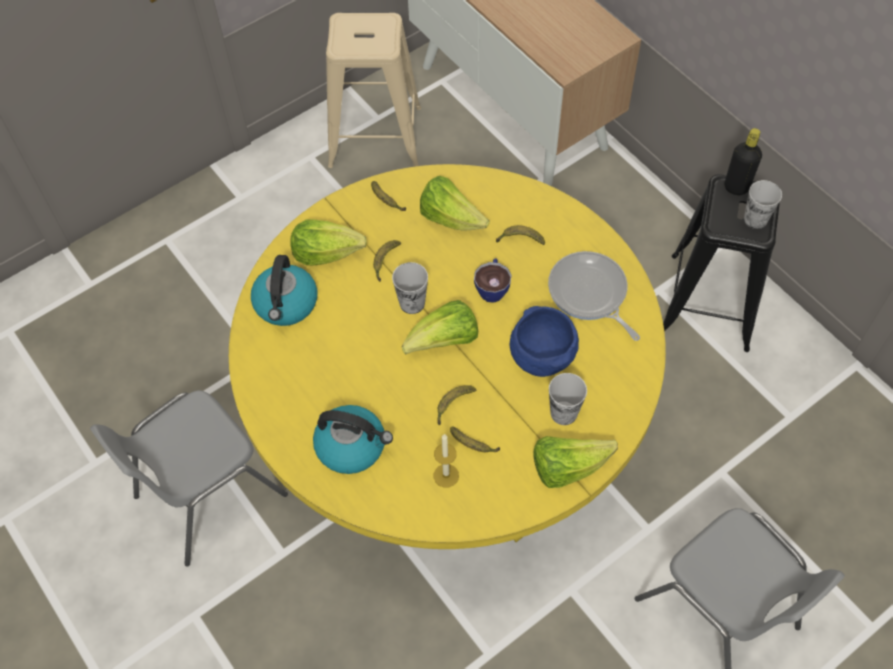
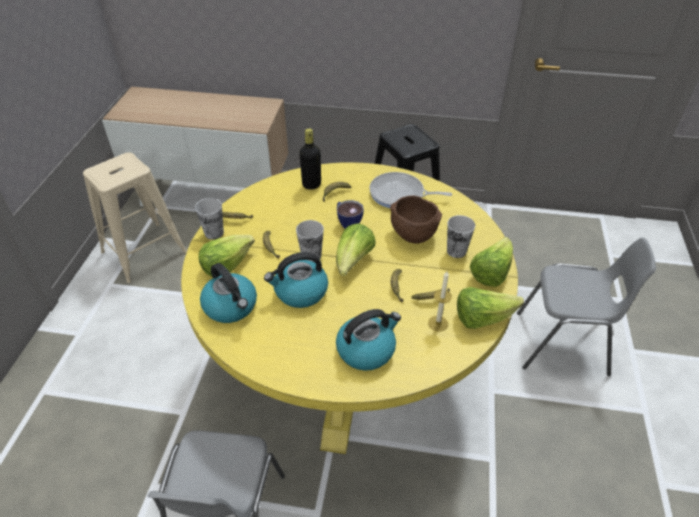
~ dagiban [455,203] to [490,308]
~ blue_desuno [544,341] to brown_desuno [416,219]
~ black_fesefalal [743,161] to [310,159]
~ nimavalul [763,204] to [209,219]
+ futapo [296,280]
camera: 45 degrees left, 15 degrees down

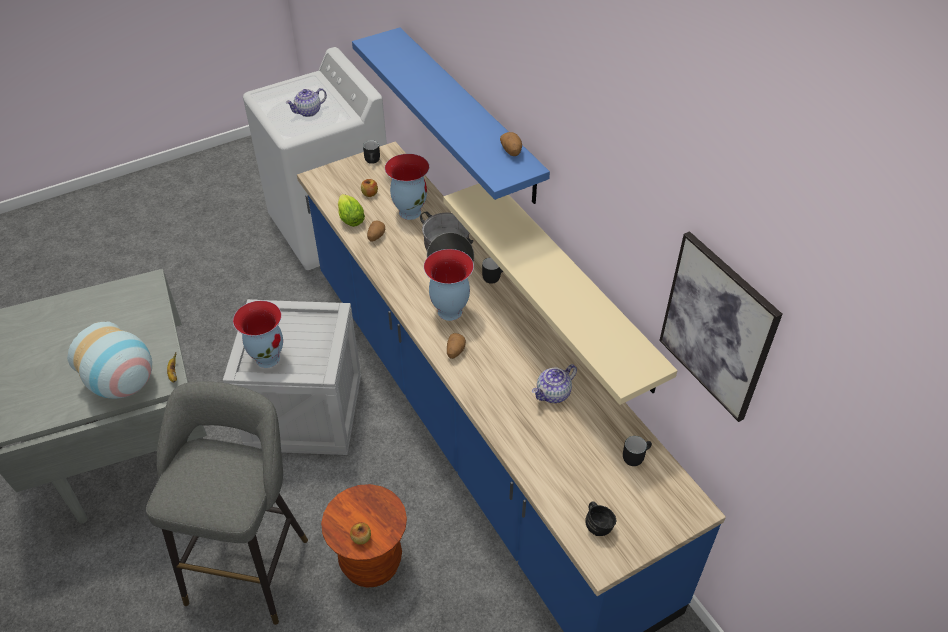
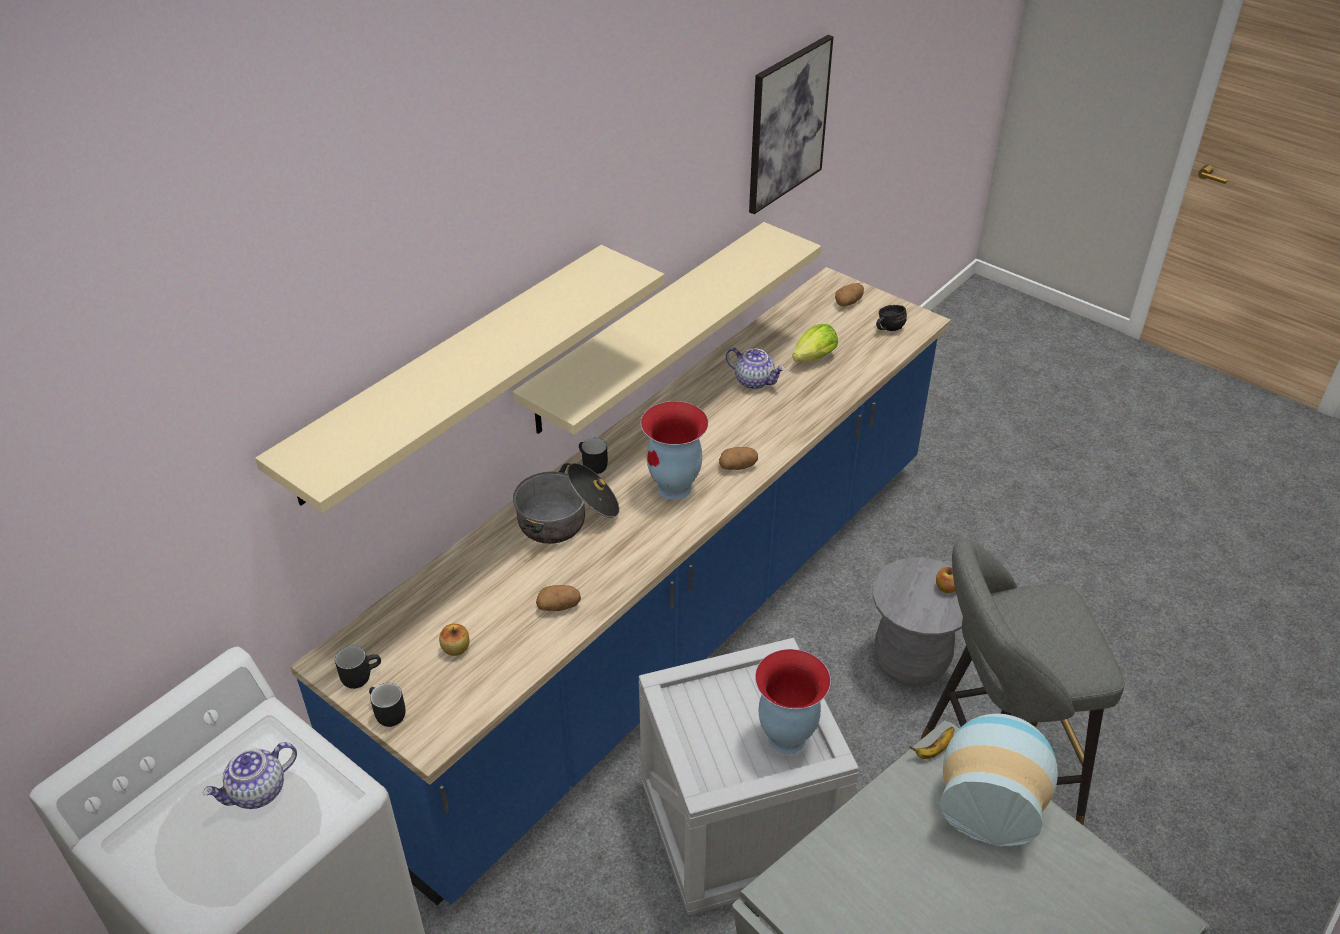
~ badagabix [306,102] = [249,775] 105 degrees clockwise
~ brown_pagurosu [364,536] to grey_pagurosu [917,622]
~ dagiban [351,210] to [815,343]
~ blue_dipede [451,115] to beige_dipede [459,379]
- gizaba [407,187]
~ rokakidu [511,144] to [849,295]
~ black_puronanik [637,451] to [387,705]
camera: 110 degrees left, 5 degrees down

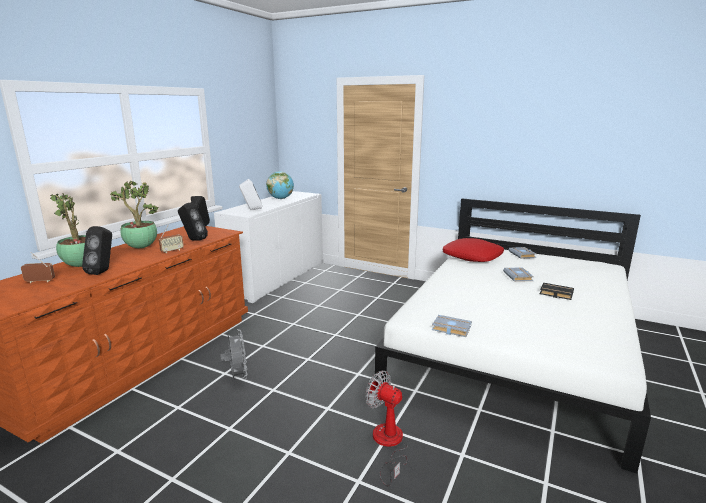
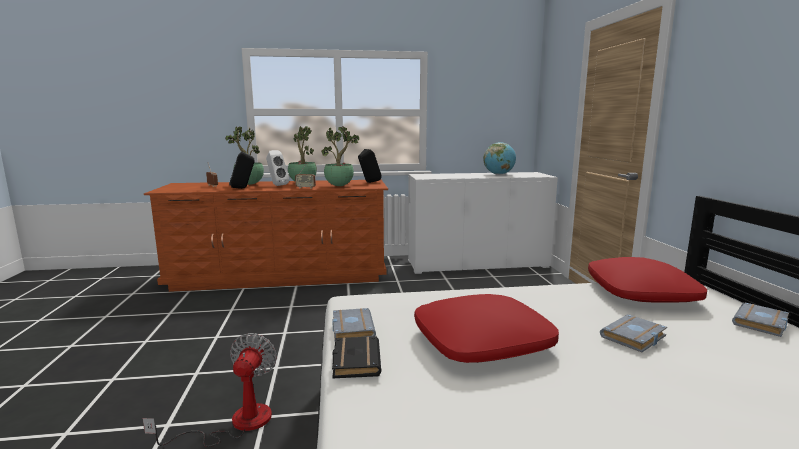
~ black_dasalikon [193,221] to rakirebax [340,156]
- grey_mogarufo [234,354]
~ white_dasalikon [251,194] to [277,168]
~ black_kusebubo [557,291] to [356,357]
+ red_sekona [486,328]
camera: 55 degrees right, 5 degrees down

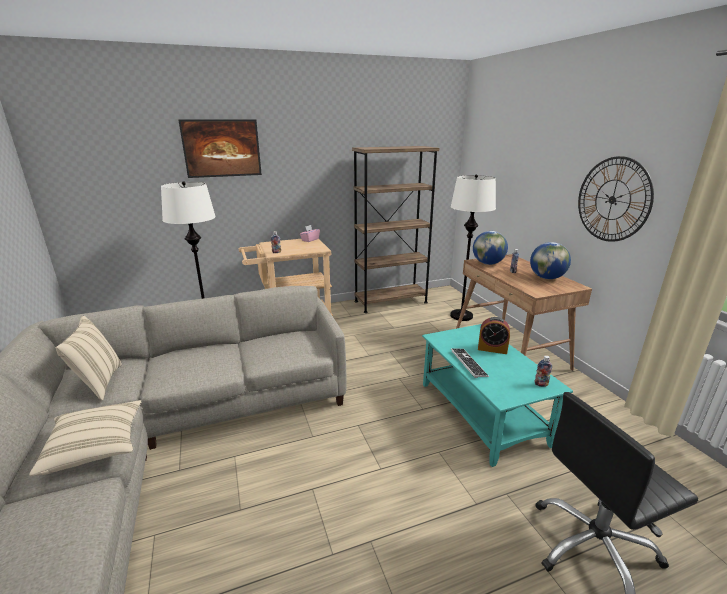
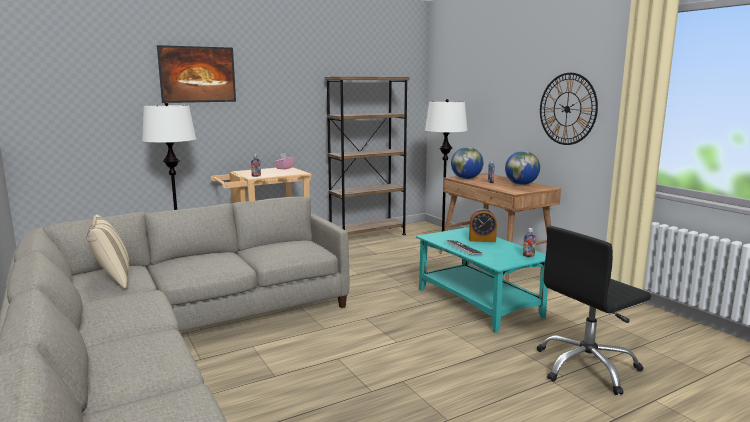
- beige_sekona [85,438]
camera: 10 degrees left, 10 degrees down

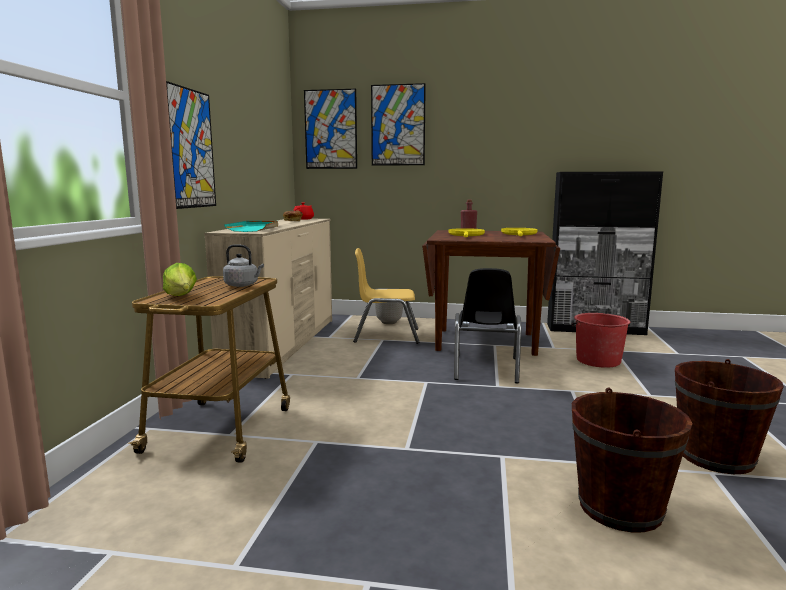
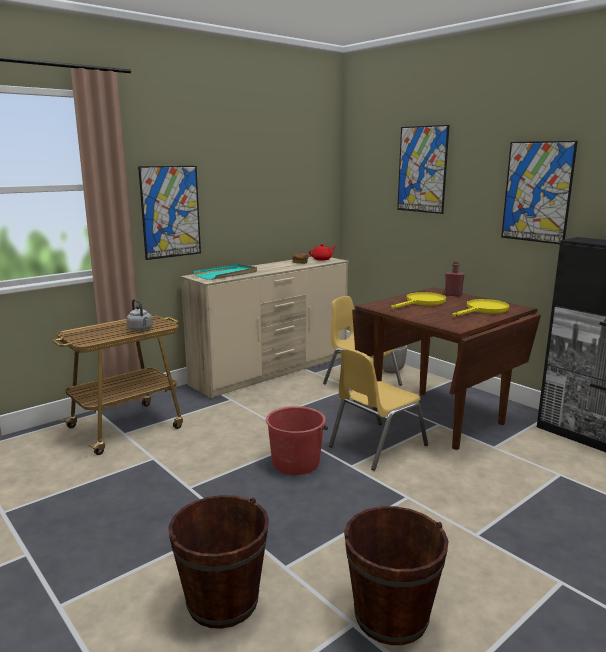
- dagiban [180,279]
~ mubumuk [330,129] to [539,192]
~ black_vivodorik [487,325] to yellow_vivodorik [378,409]
~ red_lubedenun [601,340] to [297,440]
camera: 40 degrees right, 5 degrees up

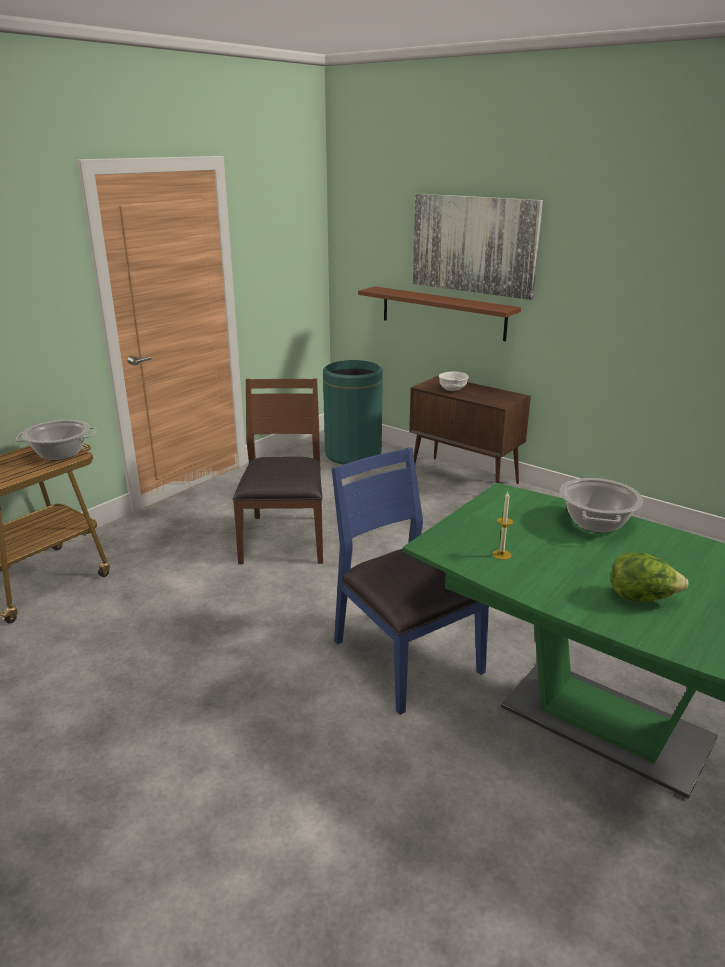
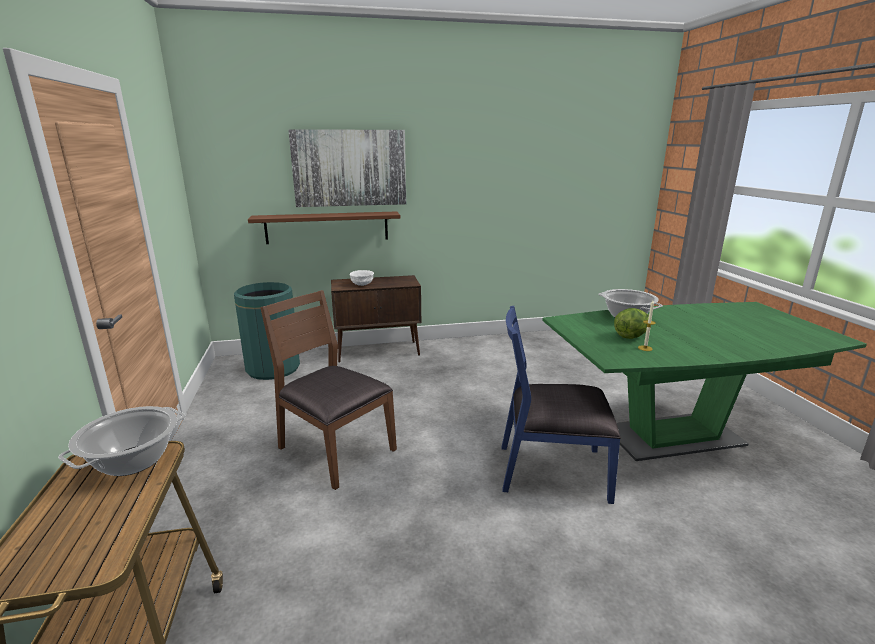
~ dagiban [650,577] to [631,323]
camera: 50 degrees left, 5 degrees down

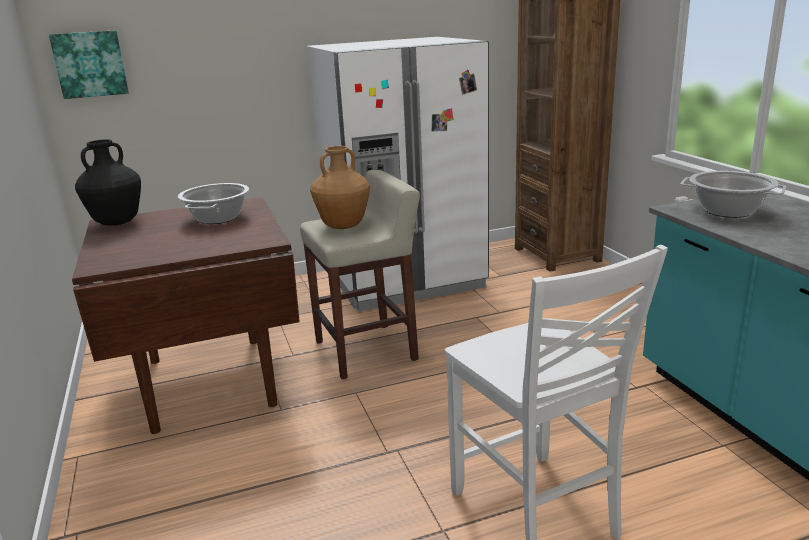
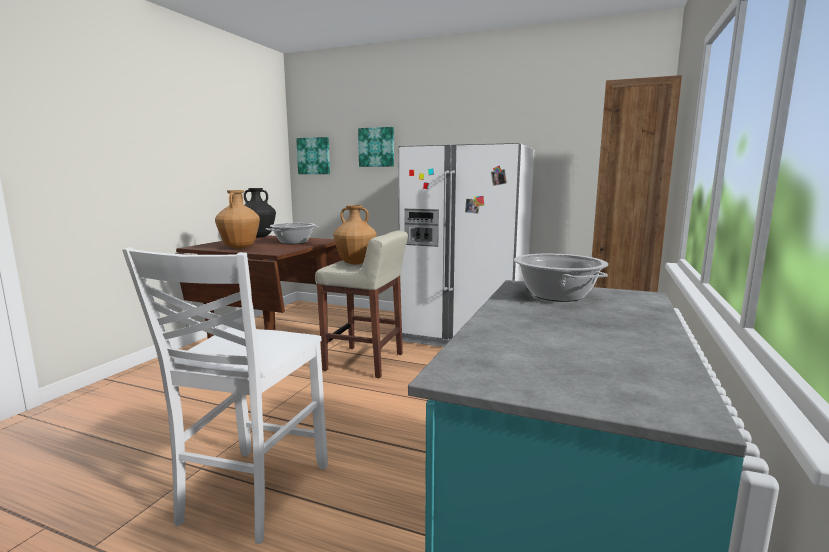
+ brown_gizaba [237,219]
+ mubumuk [376,147]
camera: 40 degrees right, 10 degrees down

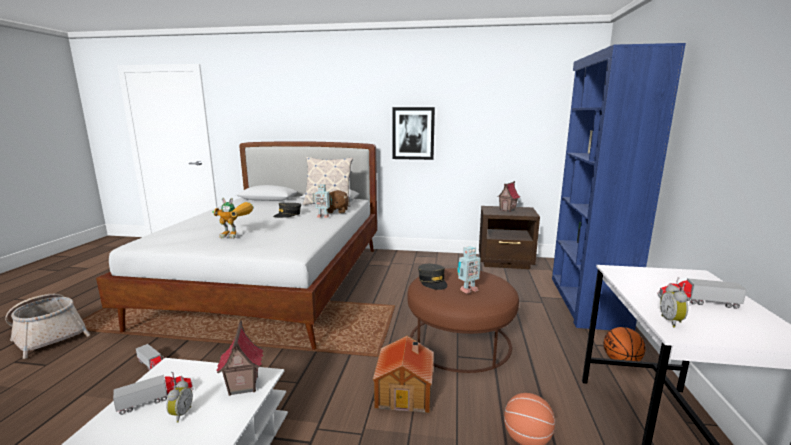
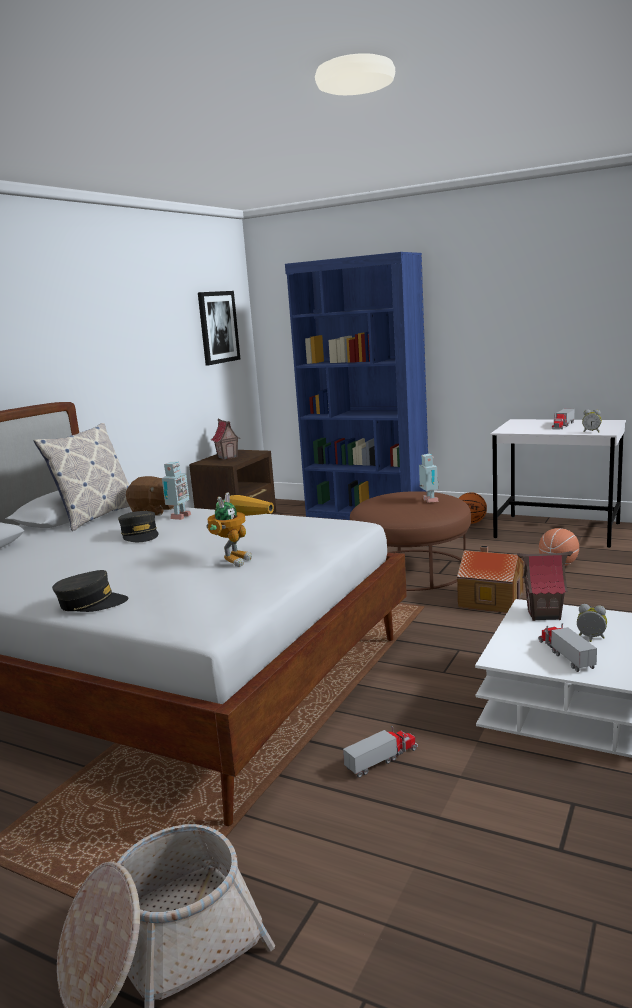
~ mubumuk [413,133] to [219,328]
~ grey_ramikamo [432,277] to [90,591]
camera: 70 degrees left, 0 degrees up

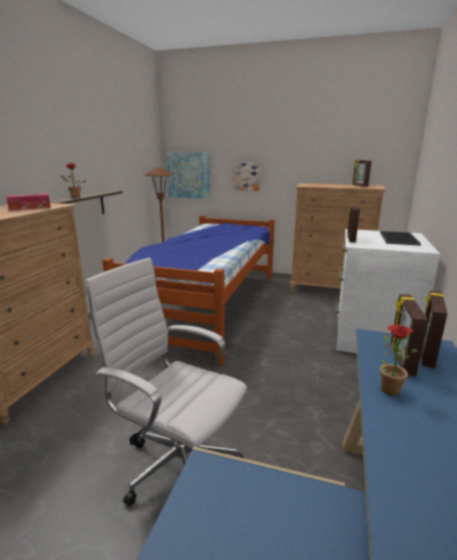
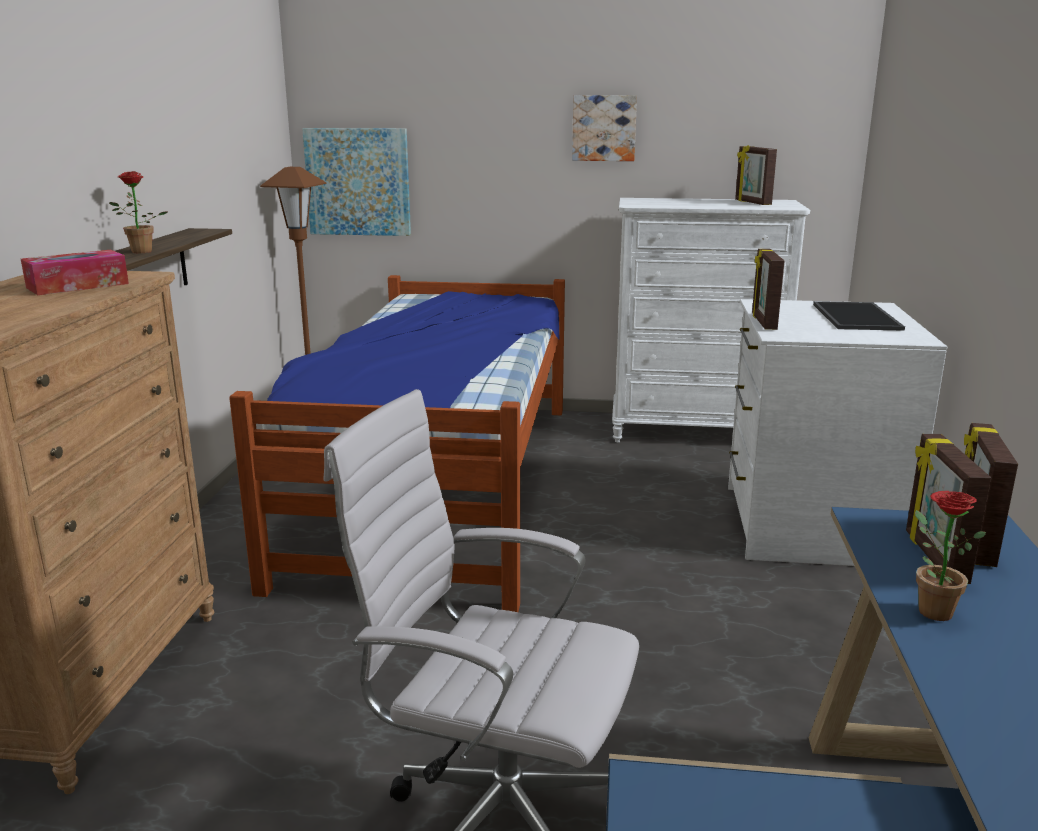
~ mubumuk [247,176] to [604,128]
~ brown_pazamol [338,238] to white_pazamol [711,320]
camera: 10 degrees left, 0 degrees up

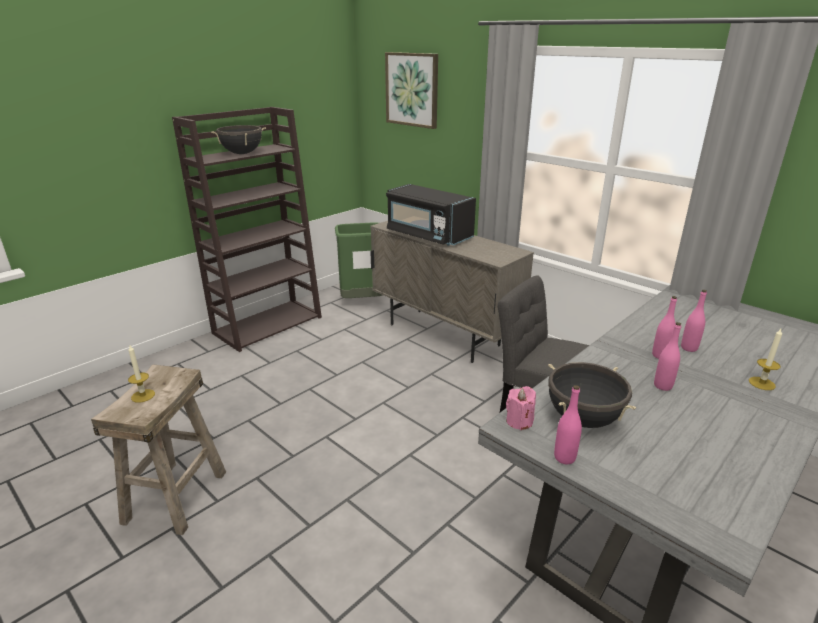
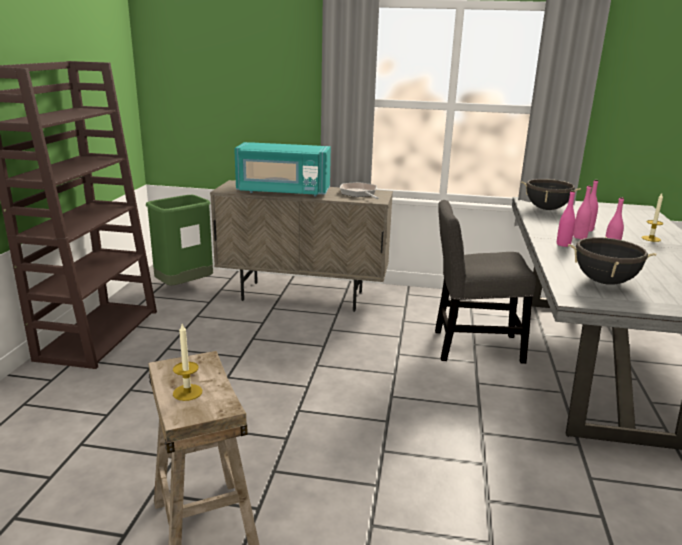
~ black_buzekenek [238,139] to [551,194]
- mubumuk [411,90]
~ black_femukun [431,215] to turquoise_femukun [282,169]
- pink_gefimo [521,408]
~ pink_fesefalal [568,424] to [566,218]
+ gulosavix [359,190]
camera: 35 degrees left, 5 degrees down

